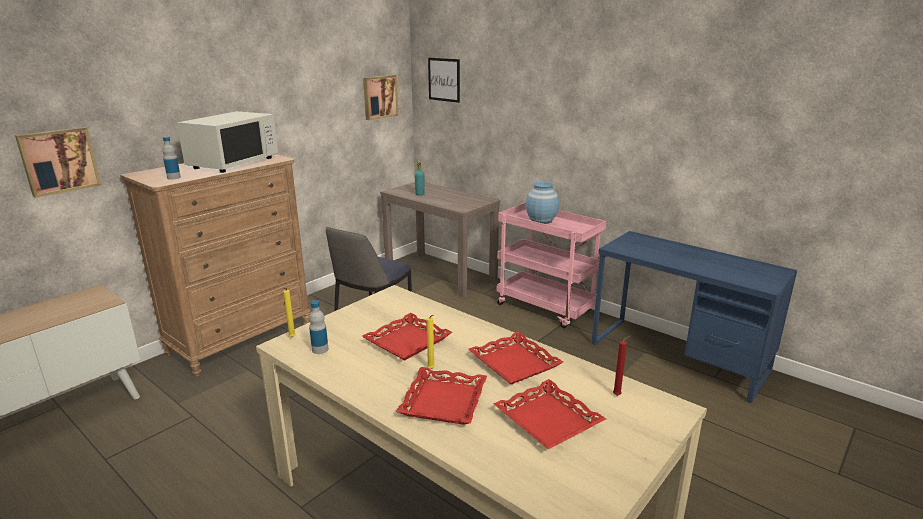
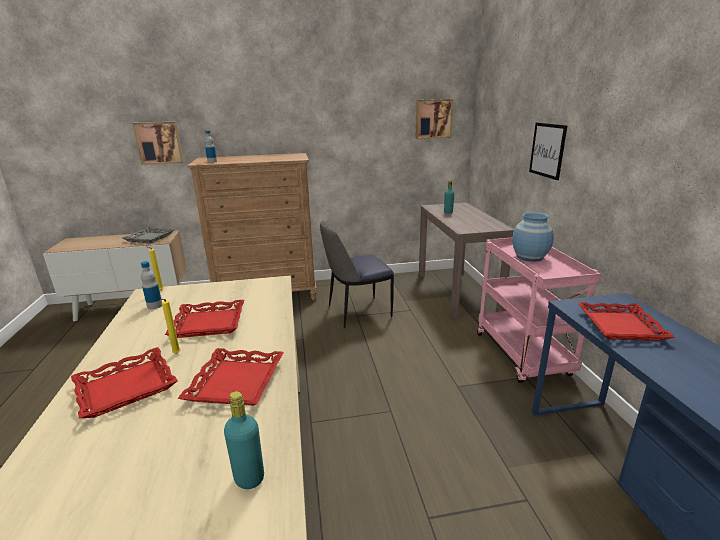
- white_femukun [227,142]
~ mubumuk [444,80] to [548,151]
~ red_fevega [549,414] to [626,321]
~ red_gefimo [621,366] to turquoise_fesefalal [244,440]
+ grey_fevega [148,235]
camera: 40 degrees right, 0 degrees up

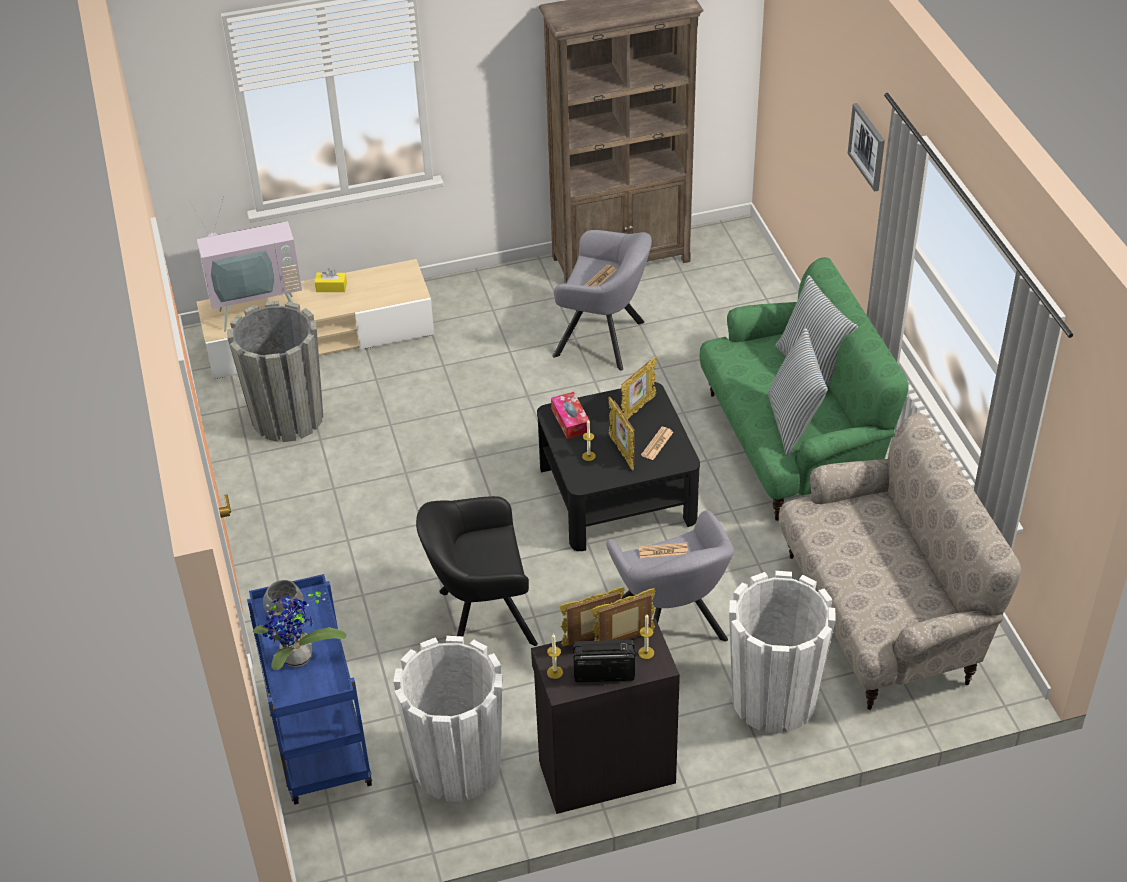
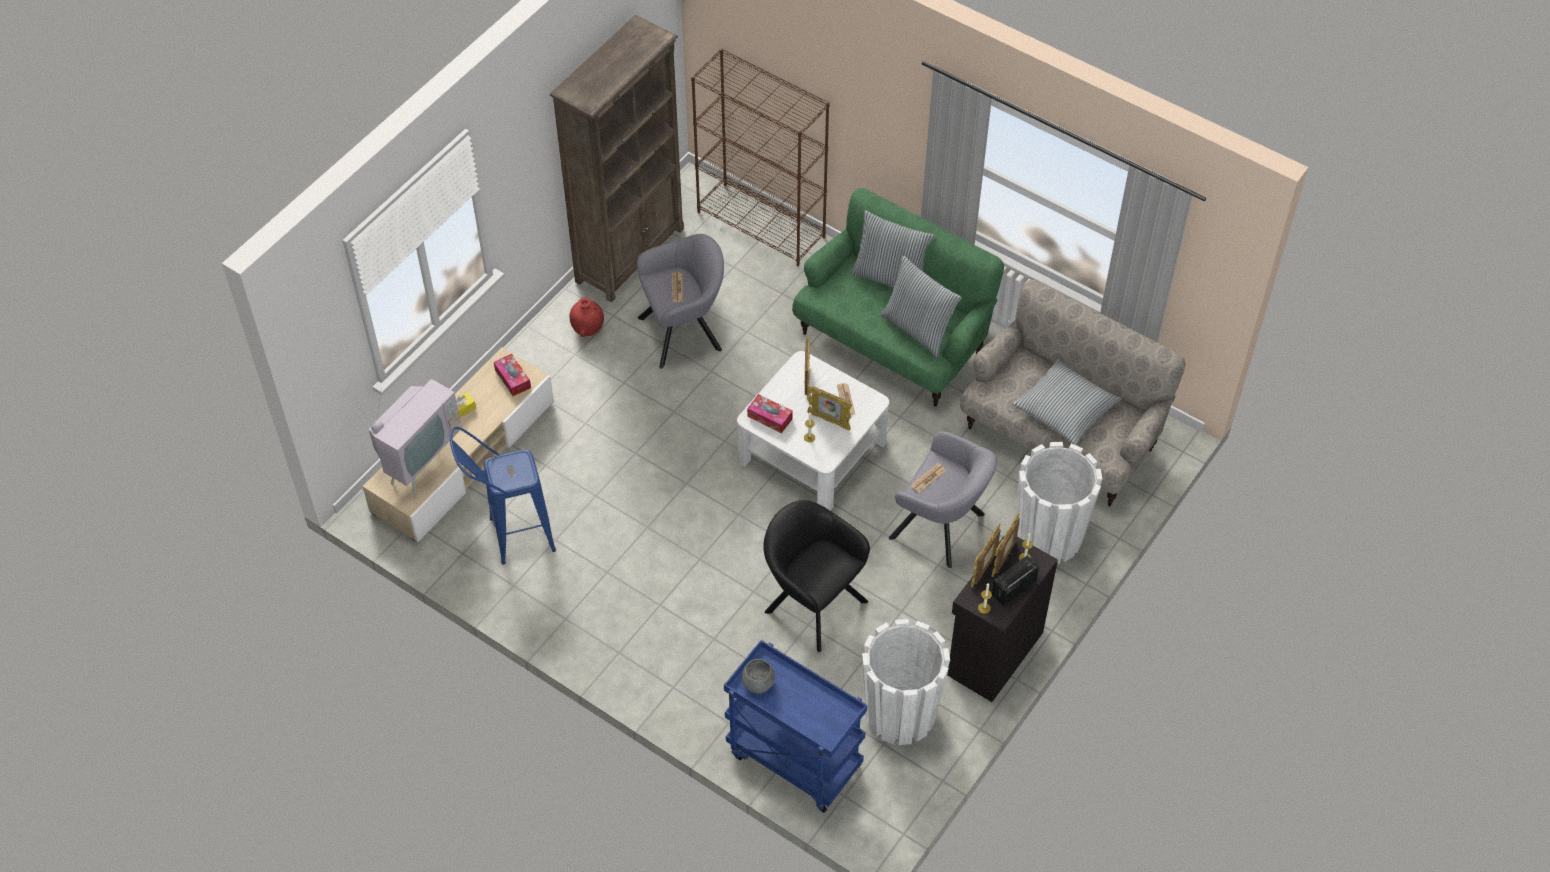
~ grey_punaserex [275,371] to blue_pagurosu [503,496]
- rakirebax [299,631]
~ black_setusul [477,571] = [816,576] 90 degrees clockwise
~ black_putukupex [618,466] to white_putukupex [813,430]
- mubumuk [866,147]
+ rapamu [512,375]
+ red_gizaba [587,317]
+ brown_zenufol [760,157]
+ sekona [1067,402]
camera: 40 degrees left, 10 degrees up

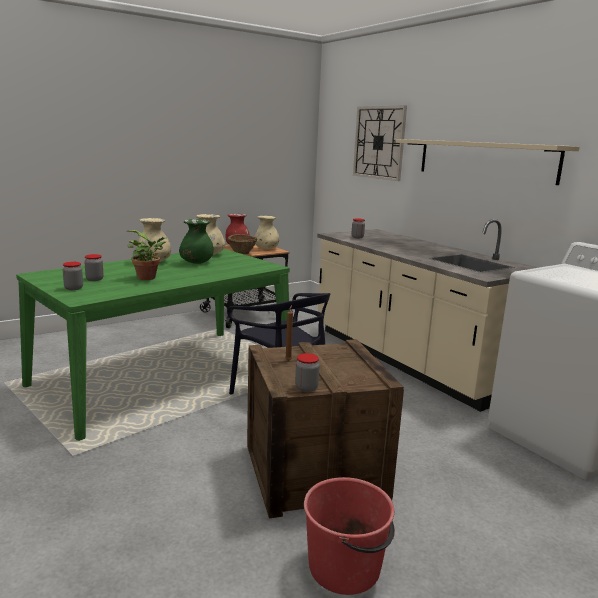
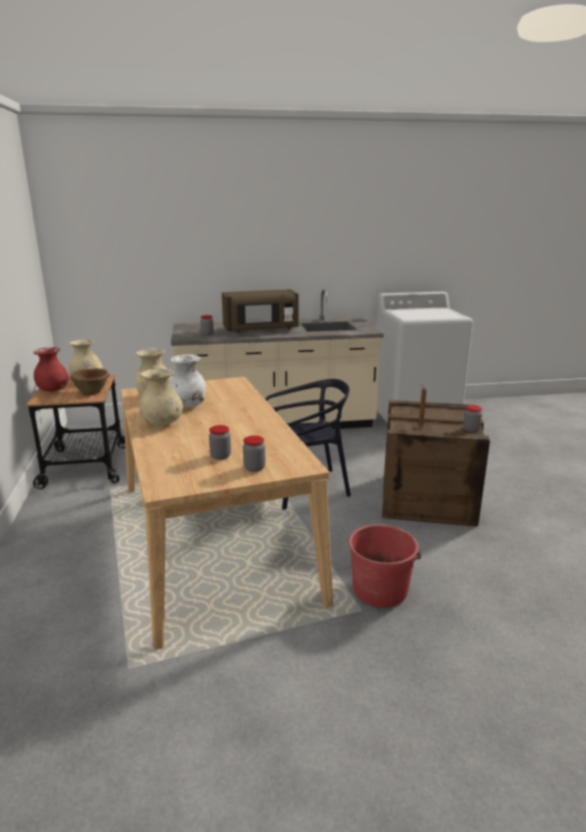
~ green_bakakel [153,345] to beige_bakakel [227,513]
- rakirebax [147,255]
~ green_gizaba [196,241] to white_gizaba [187,381]
~ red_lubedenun [349,536] to [385,566]
- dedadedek [380,143]
- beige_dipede [487,162]
+ brown_femukun [260,311]
camera: 65 degrees left, 5 degrees up

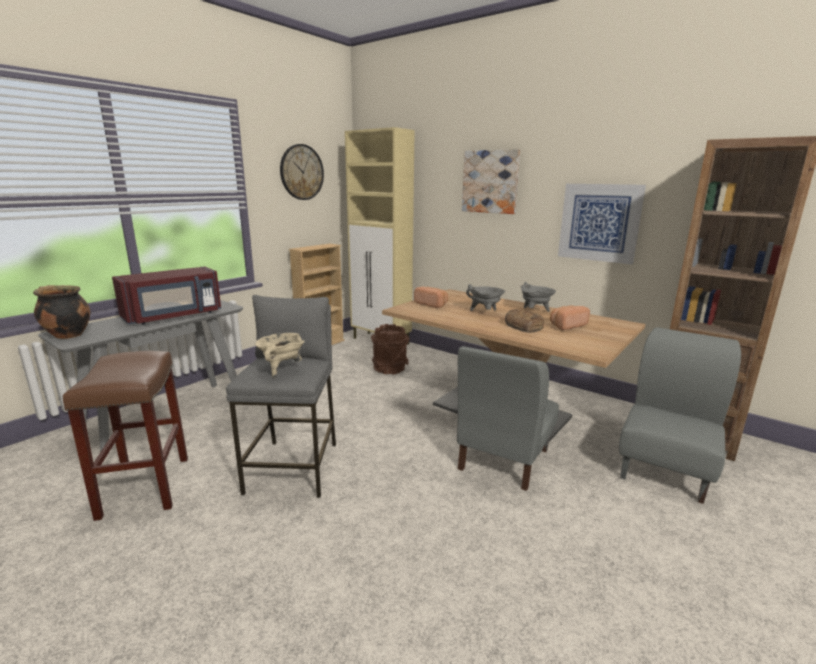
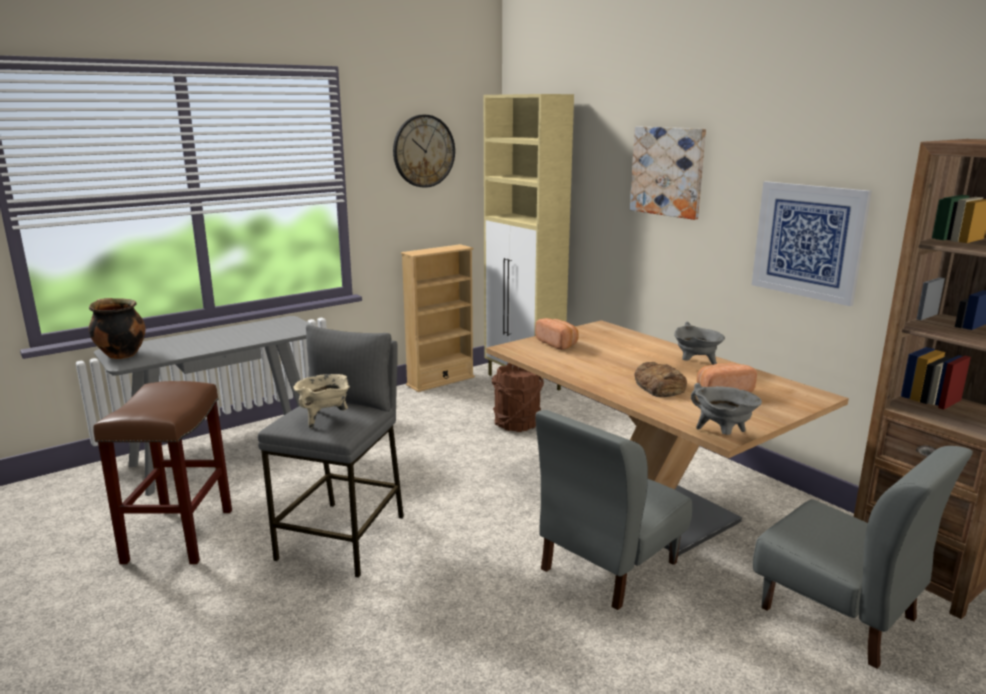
- red_femukun [166,295]
~ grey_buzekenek [485,297] to [726,409]
~ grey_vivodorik [680,415] = [863,557] 90 degrees clockwise
camera: 15 degrees right, 0 degrees up

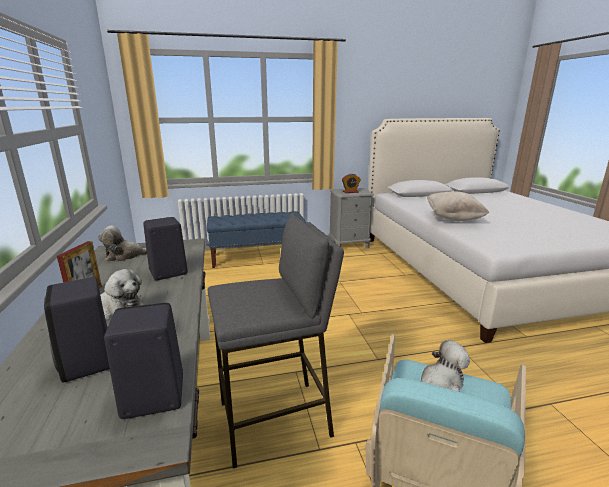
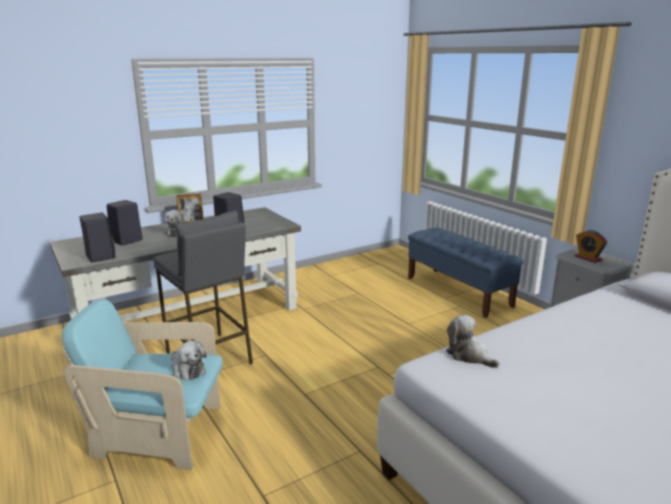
~ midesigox [122,243] to [473,341]
- beige_sekona [458,206]
camera: 70 degrees right, 0 degrees up

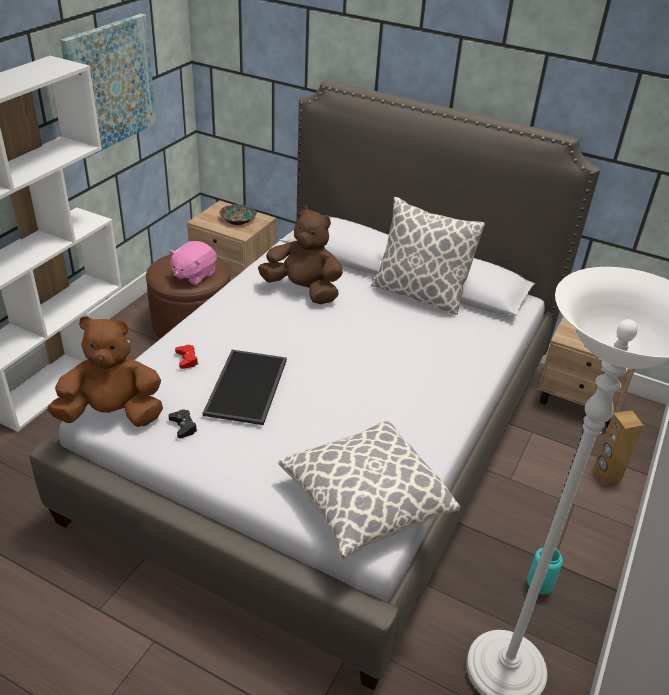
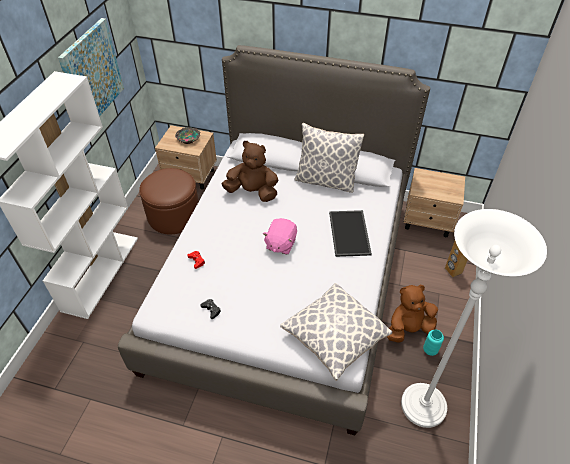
~ brown_midesigox [105,371] to [412,314]
~ pink_midesigox [193,263] to [280,236]
~ fevega [245,387] to [350,233]
camera: 10 degrees left, 10 degrees up

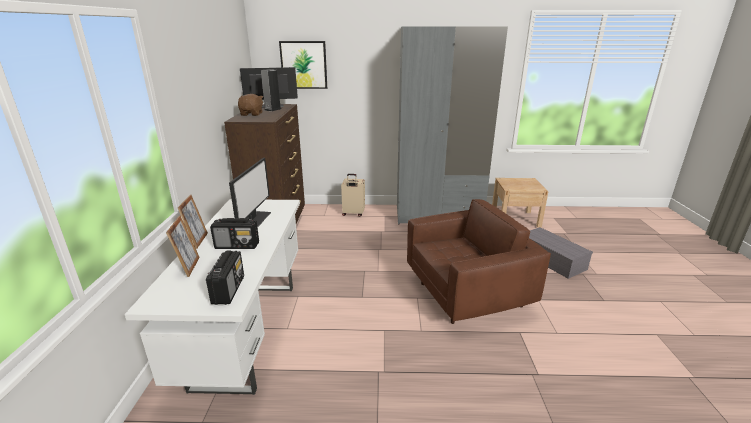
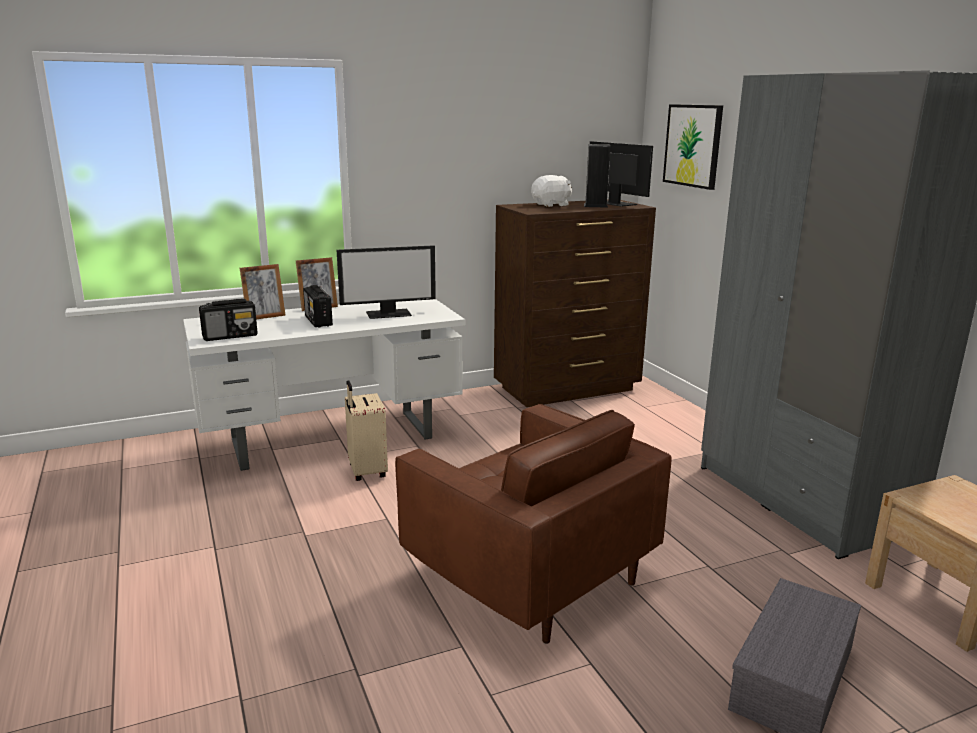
~ brown_midesigox [250,105] to white_midesigox [551,191]
~ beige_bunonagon [353,195] to [366,430]
camera: 65 degrees right, 5 degrees down

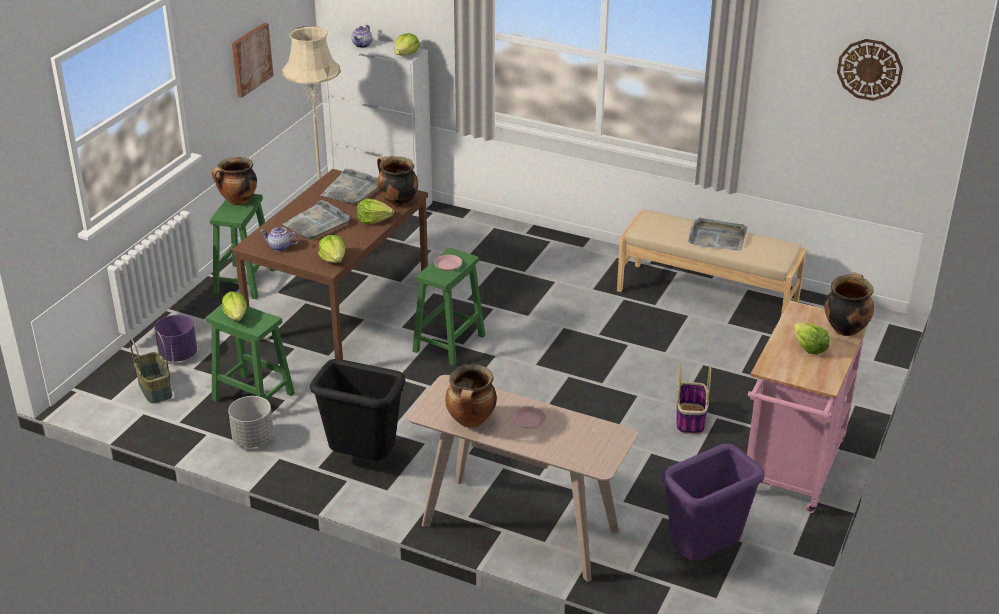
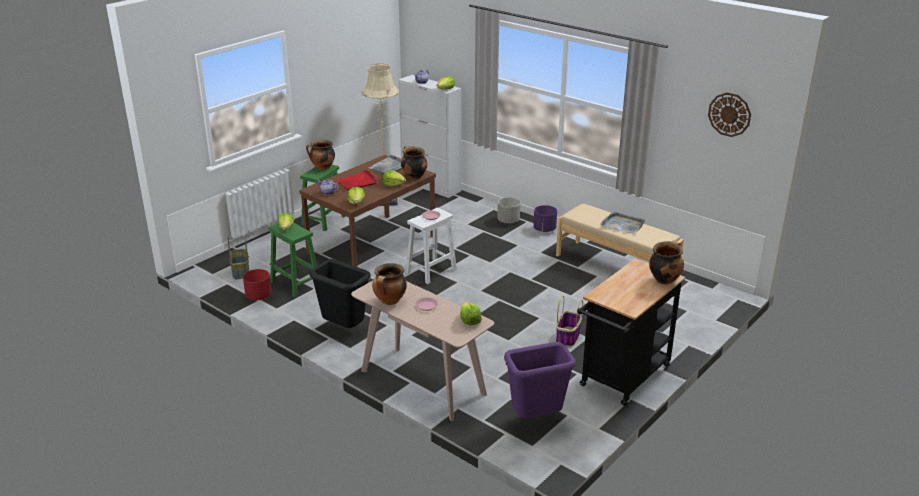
~ purple_punaserex [175,338] to [545,218]
~ grey_punaserex [251,422] to [508,210]
- mubumuk [253,60]
~ grey_fevega [316,220] to red_fevega [357,180]
~ green_pagurosu [448,307] to white_pagurosu [431,246]
~ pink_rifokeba [808,406] to black_rifokeba [631,332]
~ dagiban [811,338] to [471,313]
+ red_punaserex [257,284]
camera: 15 degrees right, 5 degrees down

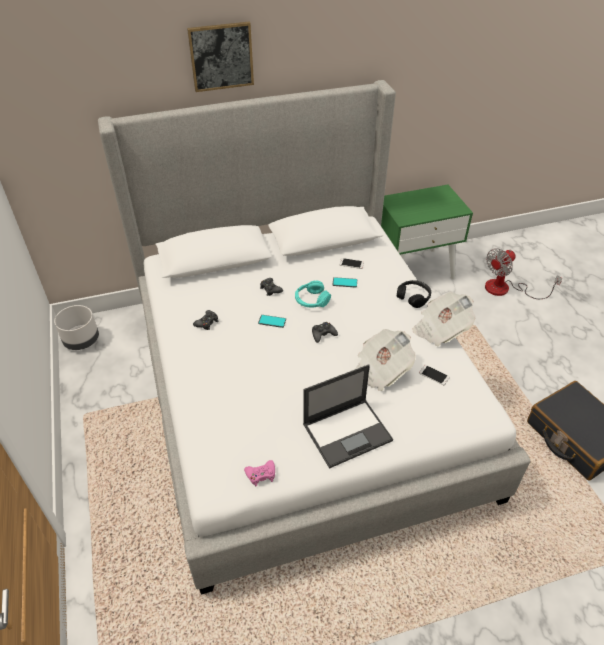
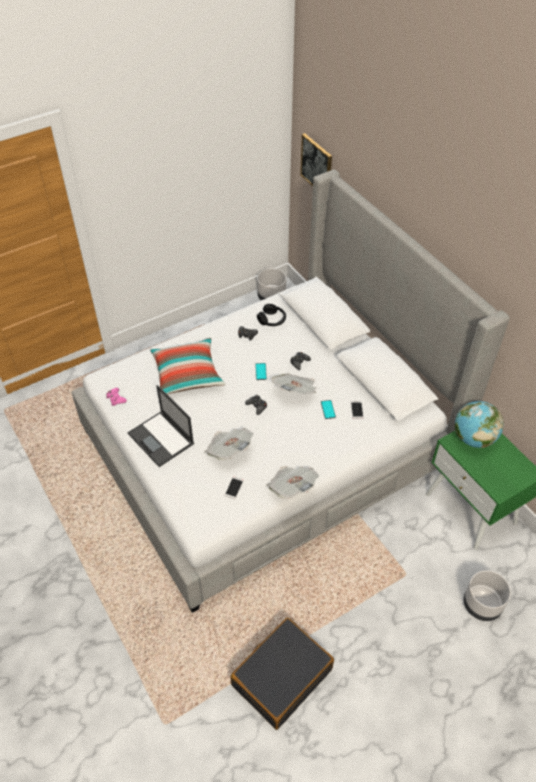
~ mubumuk [220,57] to [316,159]
~ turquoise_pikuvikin [313,294] to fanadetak [294,383]
~ black_pikuvikin [414,294] to [271,315]
~ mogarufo [523,273] to grey_punaserex [487,595]
+ sekona [187,366]
+ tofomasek [479,424]
camera: 75 degrees right, 5 degrees up

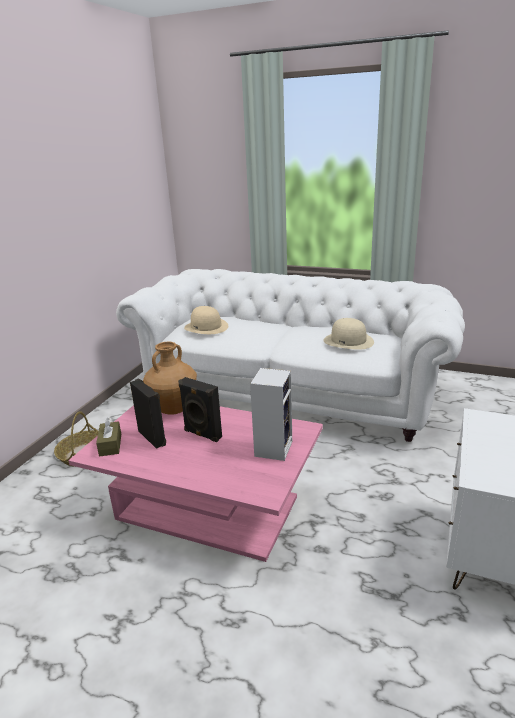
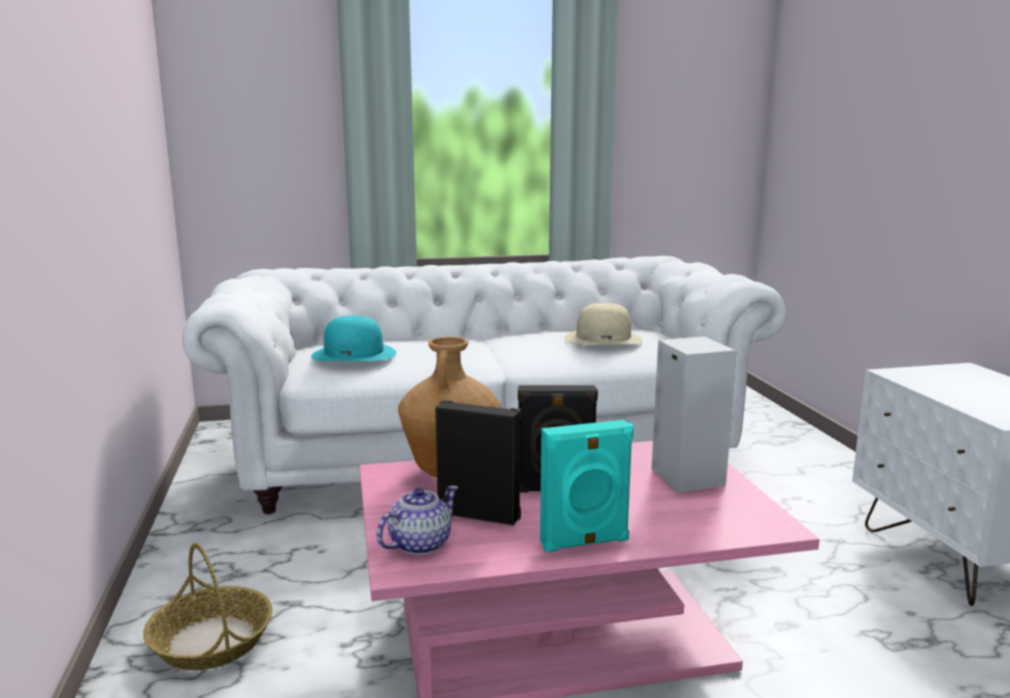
~ brown_rapamu [108,437] to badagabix [417,520]
~ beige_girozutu [206,320] to turquoise_girozutu [354,338]
+ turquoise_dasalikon [587,486]
camera: 35 degrees left, 10 degrees down

